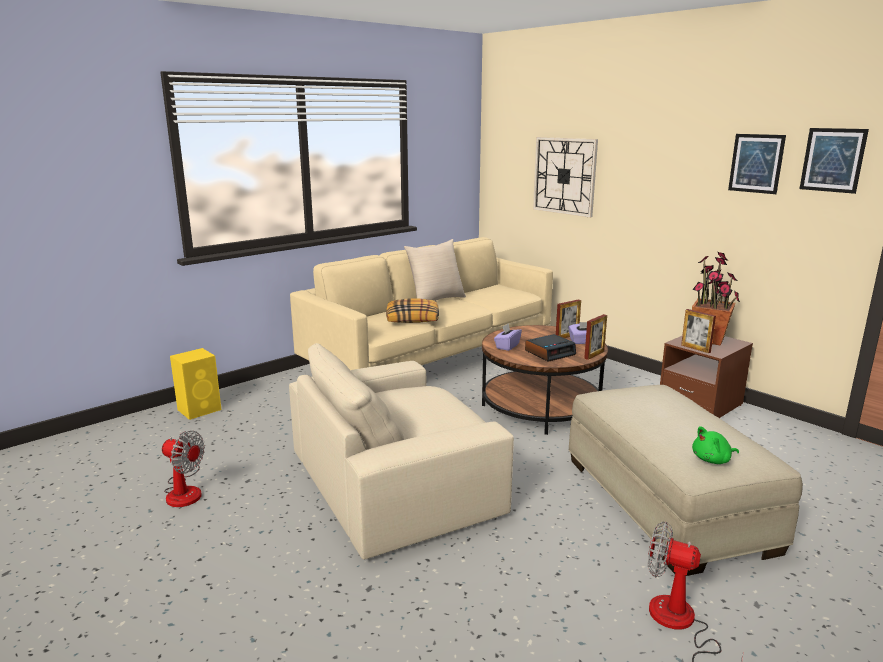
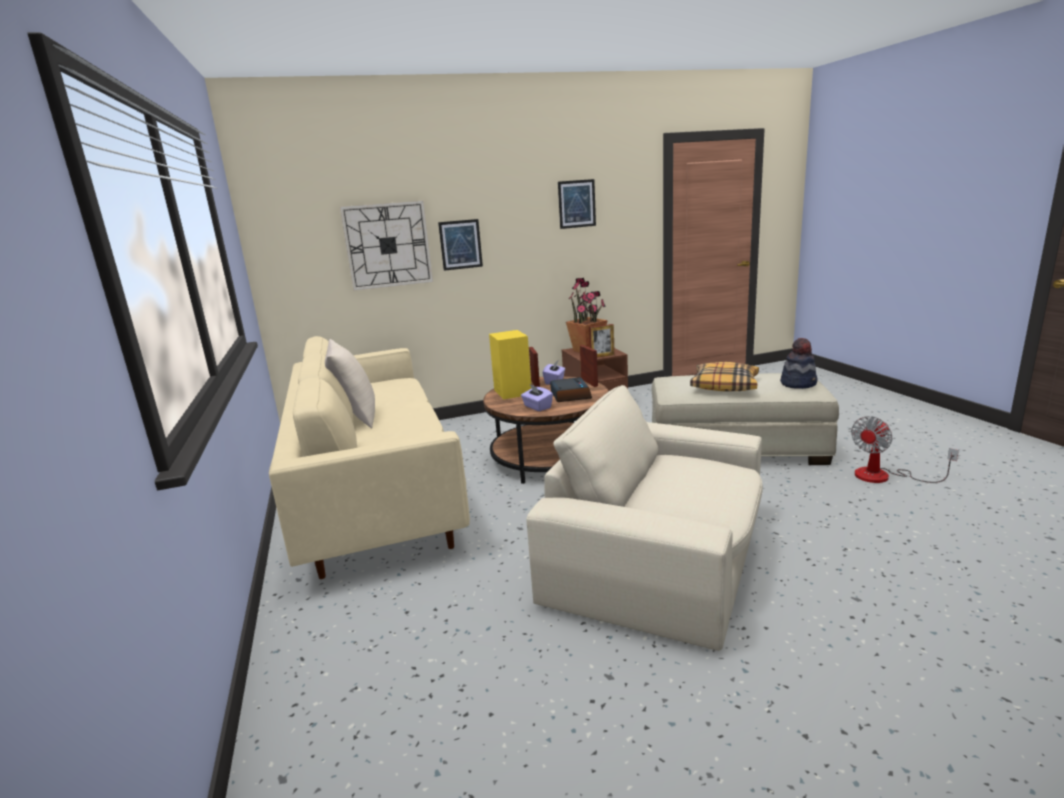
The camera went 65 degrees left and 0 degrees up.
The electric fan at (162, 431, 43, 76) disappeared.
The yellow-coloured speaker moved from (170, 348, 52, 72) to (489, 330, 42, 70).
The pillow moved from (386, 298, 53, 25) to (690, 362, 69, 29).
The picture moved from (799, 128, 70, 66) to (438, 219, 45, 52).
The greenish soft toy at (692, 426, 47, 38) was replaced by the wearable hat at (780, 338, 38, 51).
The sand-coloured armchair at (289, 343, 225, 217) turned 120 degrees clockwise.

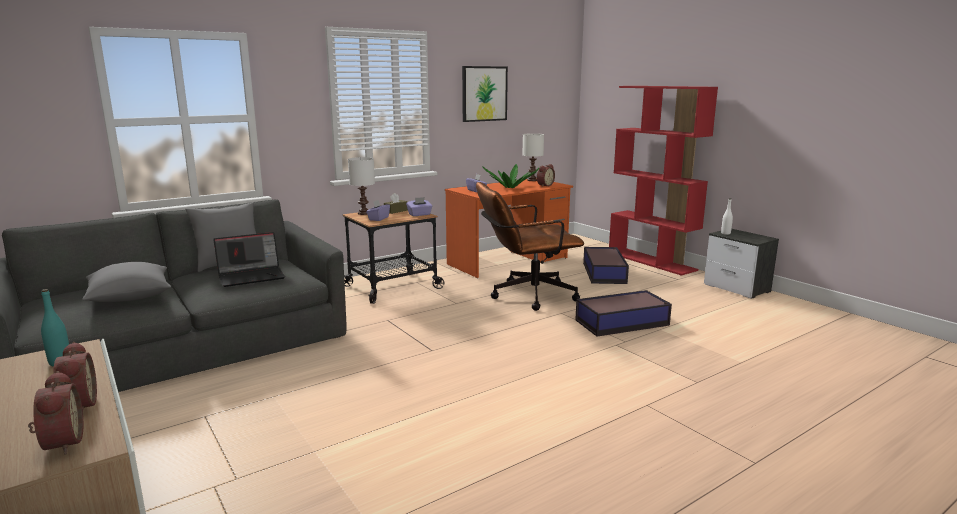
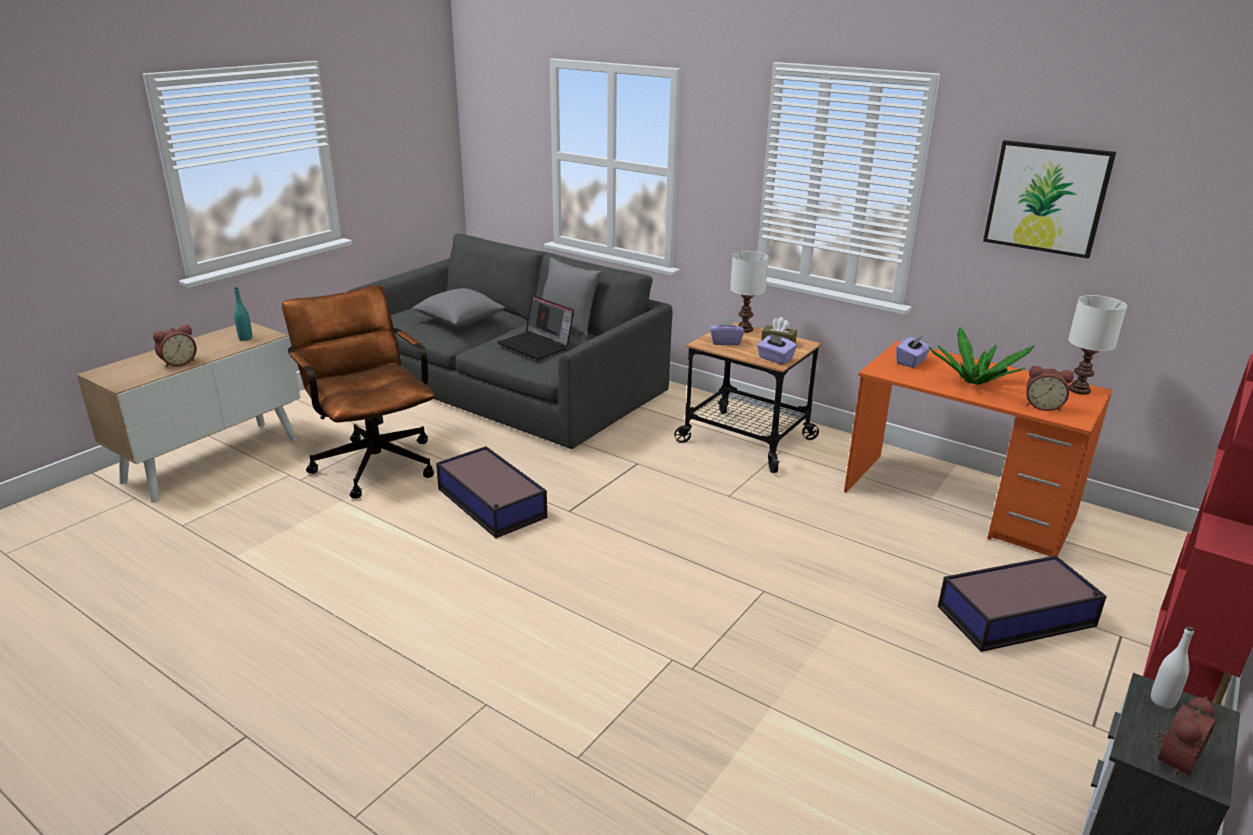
The camera went 70 degrees right and 10 degrees up.
The table clock moved from (28, 371, 55, 84) to (1156, 697, 60, 81).
The brown office chair moved from (476, 182, 108, 129) to (282, 285, 153, 213).
The storage bin moved from (575, 290, 97, 47) to (436, 446, 111, 92).

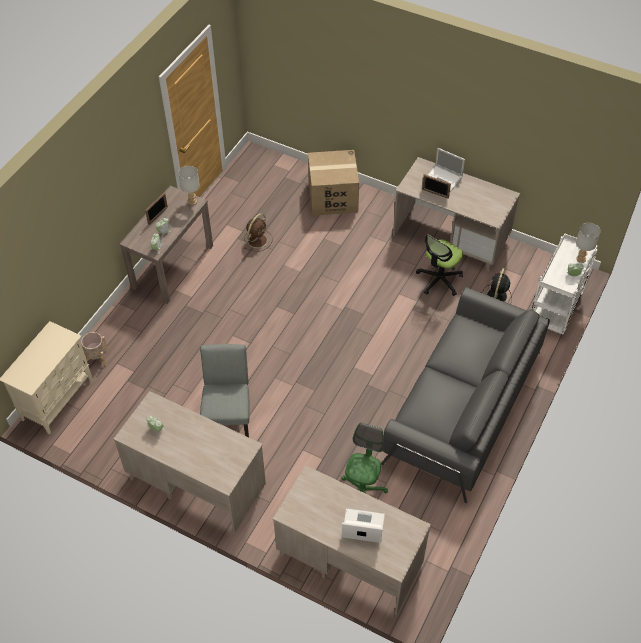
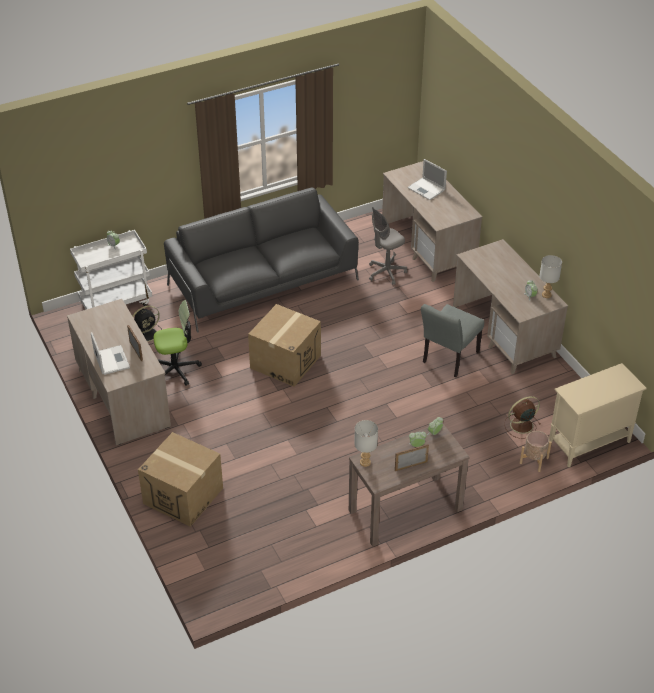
The camera went 145 degrees left and 10 degrees down.
The cardboard box at (248, 304, 73, 83) appeared.
The brown electric fan moved from (244, 213, 29, 39) to (504, 396, 36, 43).
The greyish tabletop lamp moved from (576, 223, 25, 40) to (539, 255, 23, 43).
The greenish office chair at (341, 423, 47, 71) became the greyish office chair at (369, 207, 38, 78).

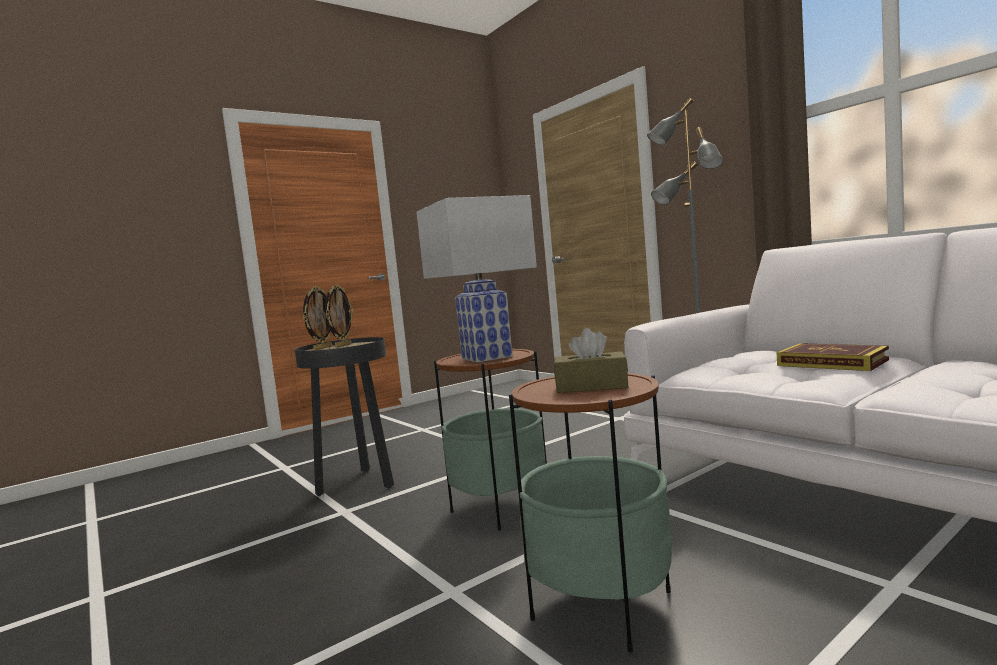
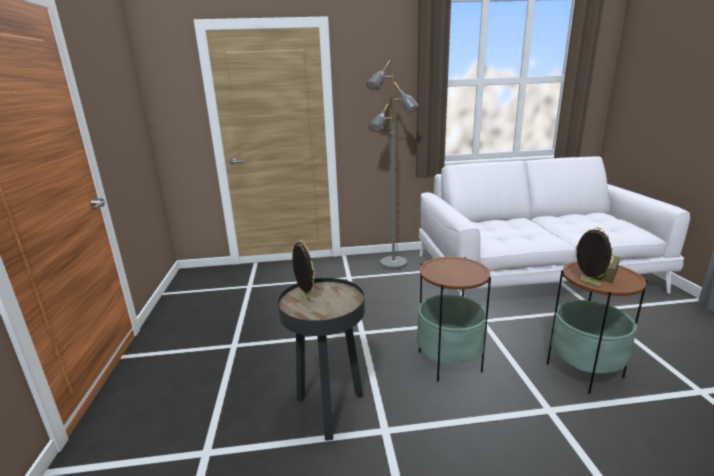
The camera went 60 degrees left and 15 degrees up.
The white-coloured tabletop lamp at (416, 195, 121, 167) disappeared.
The volume at (776, 343, 113, 28) disappeared.
The standing frame moved from (303, 286, 29, 64) to (576, 227, 39, 60).

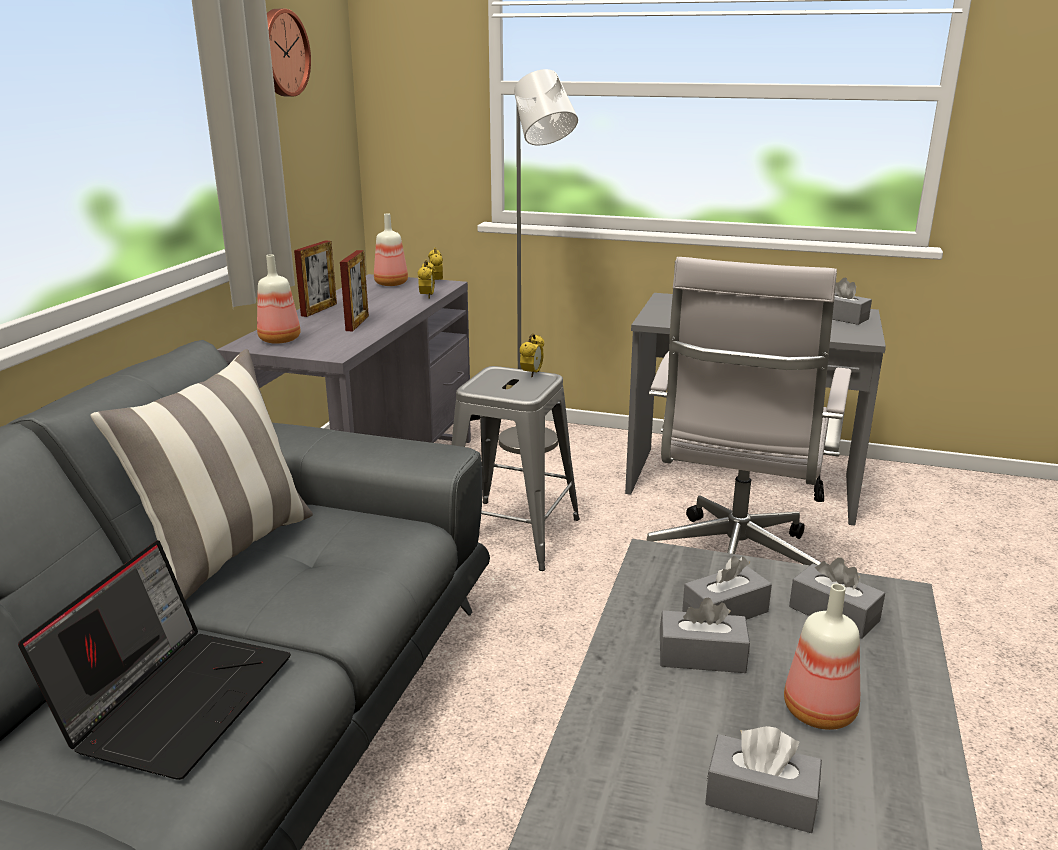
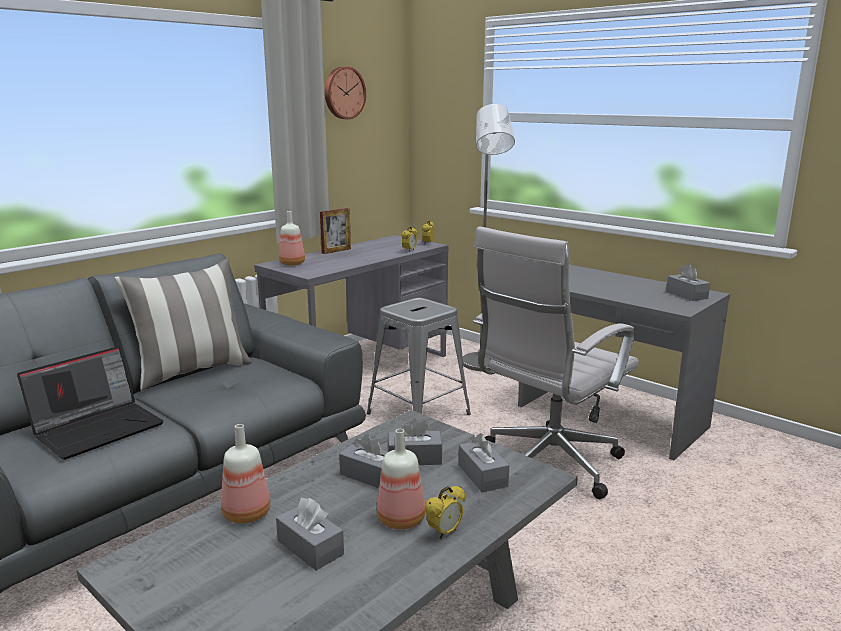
The camera went 25 degrees right and 5 degrees down.
The standing frame at (340, 250, 29, 81) disappeared.
The bottle moved from (374, 214, 34, 72) to (221, 424, 49, 100).
The table clock moved from (520, 333, 24, 44) to (425, 486, 41, 53).

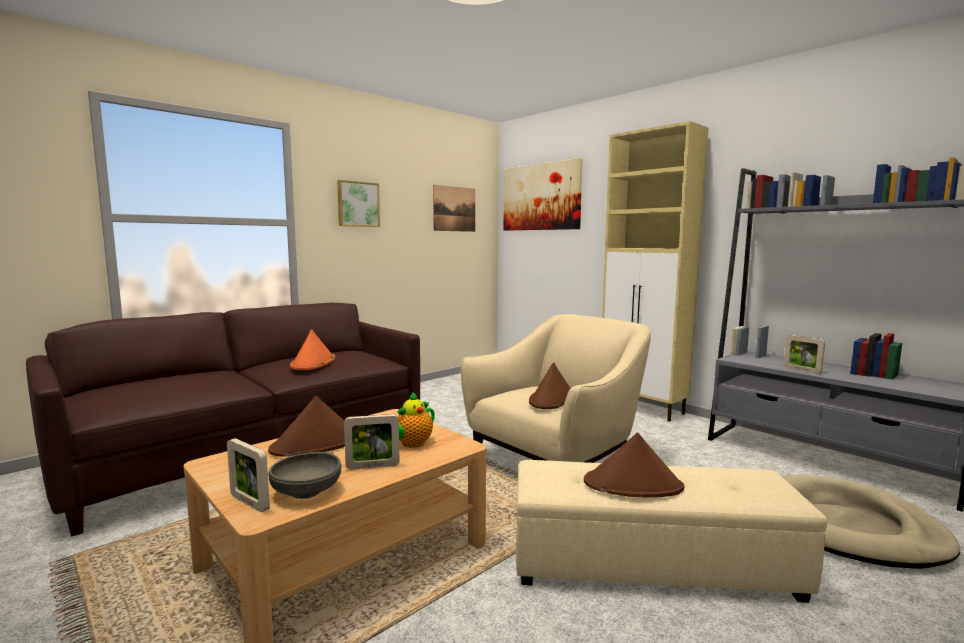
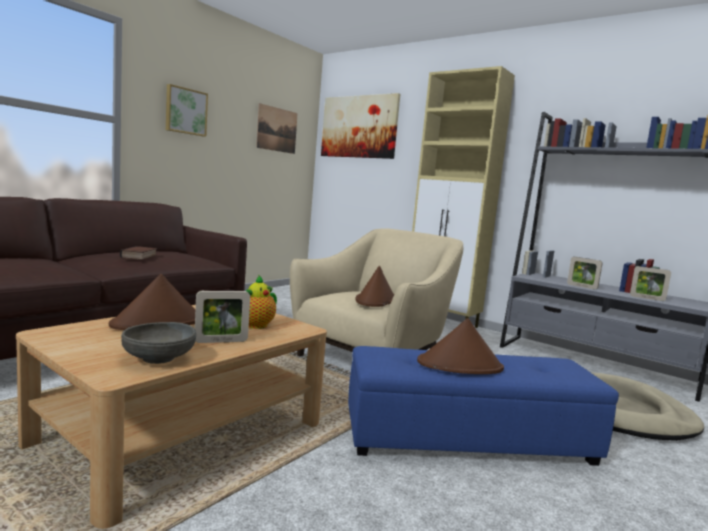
The camera went 10 degrees left and 0 degrees up.
The standing frame moved from (227, 438, 43, 74) to (630, 266, 41, 35).
The orange-coloured wearable hat at (290, 329, 45, 41) was replaced by the volume at (120, 246, 37, 14).
The sand-coloured footrest at (516, 460, 311, 143) became the bluish footrest at (348, 346, 271, 120).

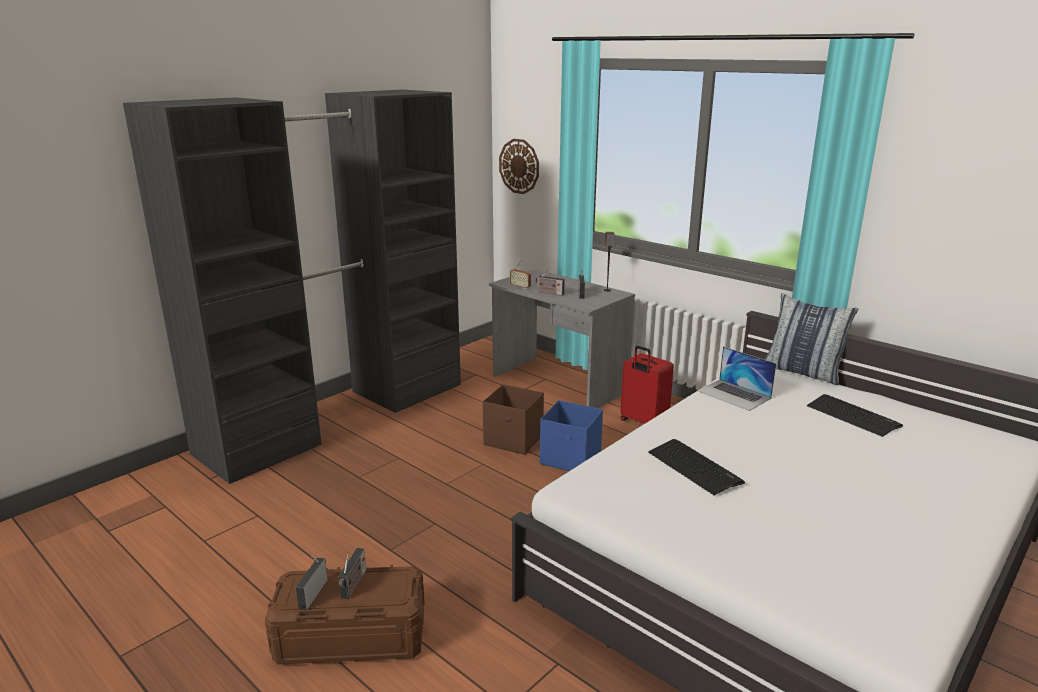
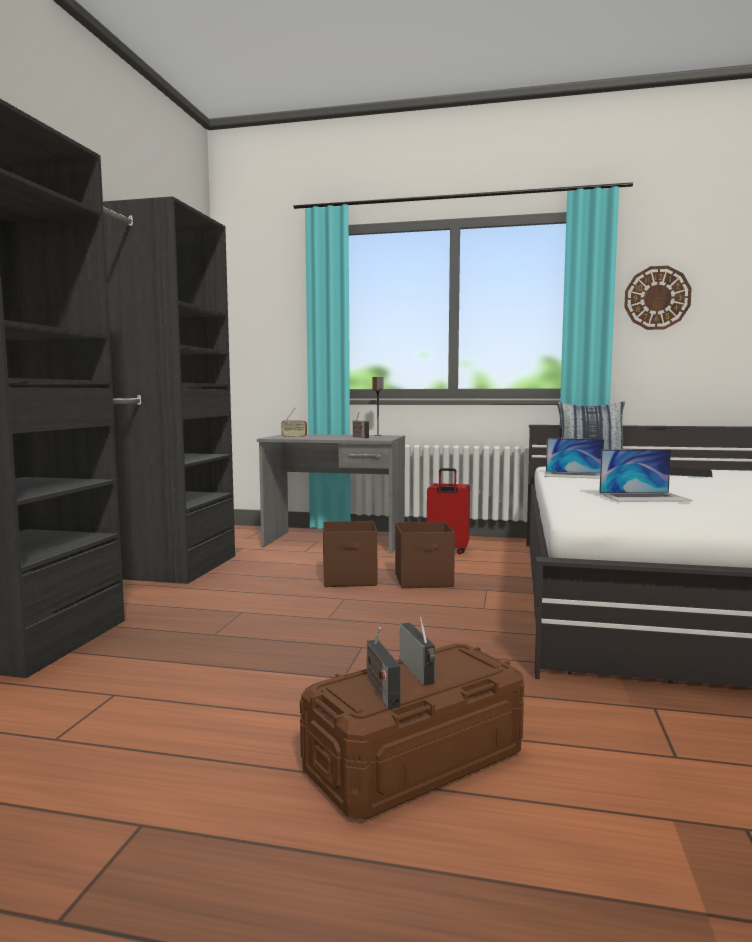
The camera went 30 degrees left and 15 degrees down.
The radio set at (536, 269, 29, 27) disappeared.
The clock on the wall moved from (499, 139, 40, 55) to (624, 266, 68, 64).
The keyboard at (648, 439, 97, 56) was replaced by the laptop at (599, 449, 94, 53).
The bluish storage bin at (540, 400, 63, 71) became the brown storage bin at (395, 521, 60, 67).

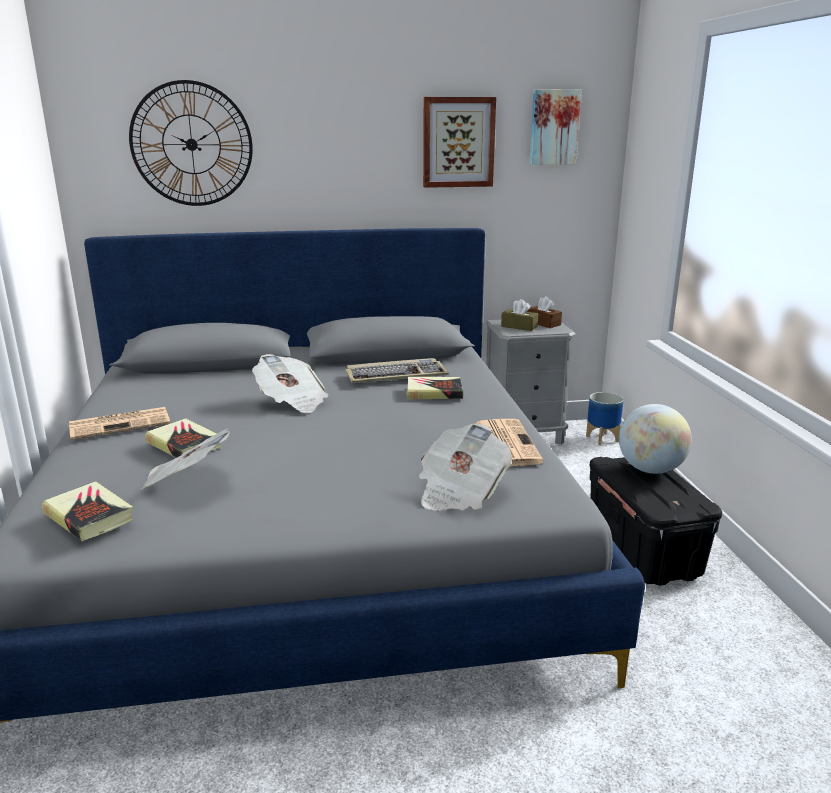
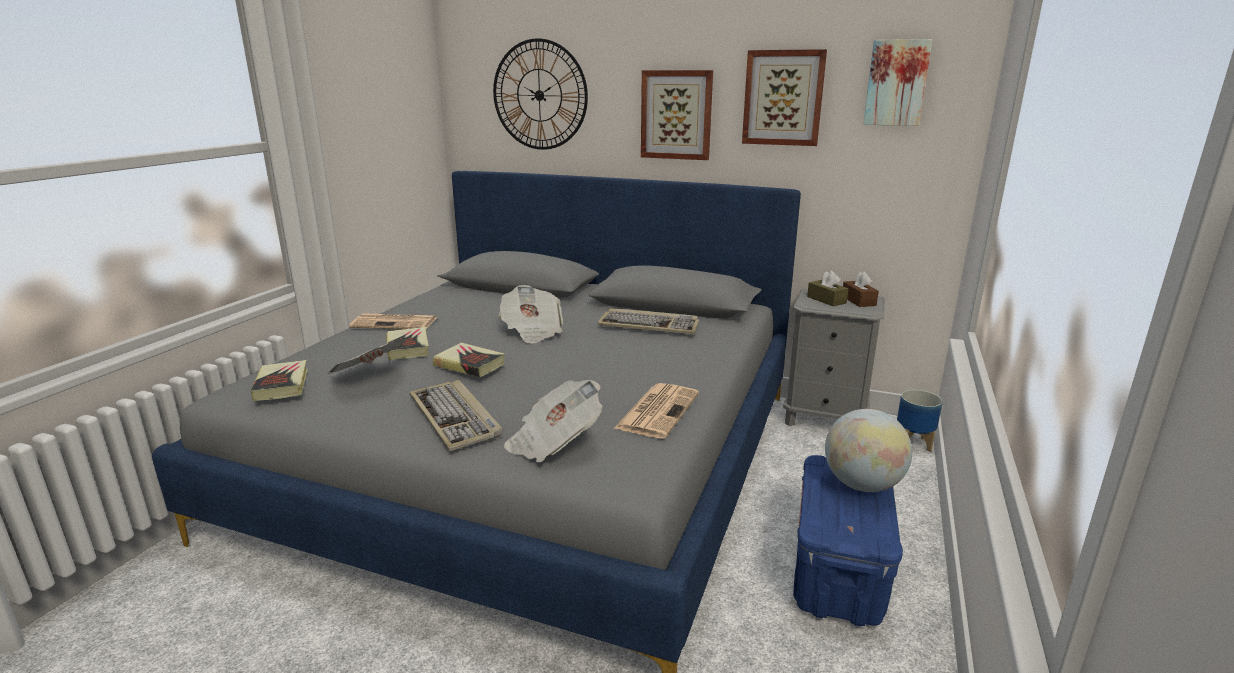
The camera went 30 degrees right and 0 degrees up.
The keyboard at (410, 380, 92, 71) appeared.
The picture at (641, 70, 72, 90) appeared.
The volume moved from (407, 377, 56, 22) to (433, 343, 72, 34).
The black storage bin at (589, 457, 133, 129) became the bluish storage bin at (793, 455, 110, 172).

